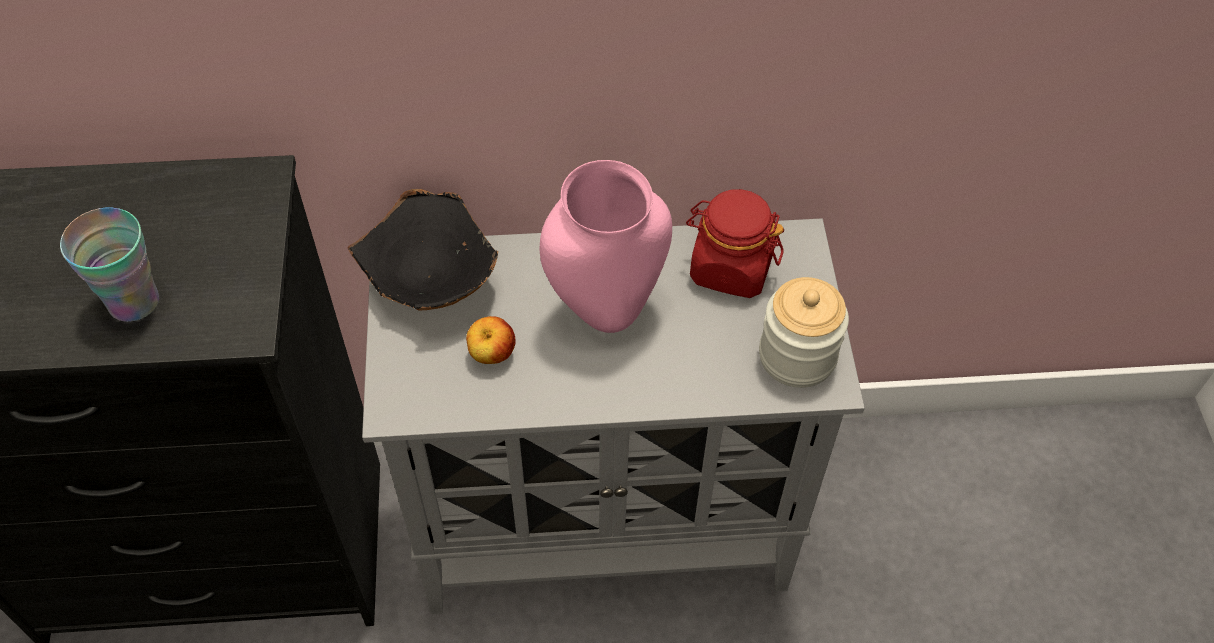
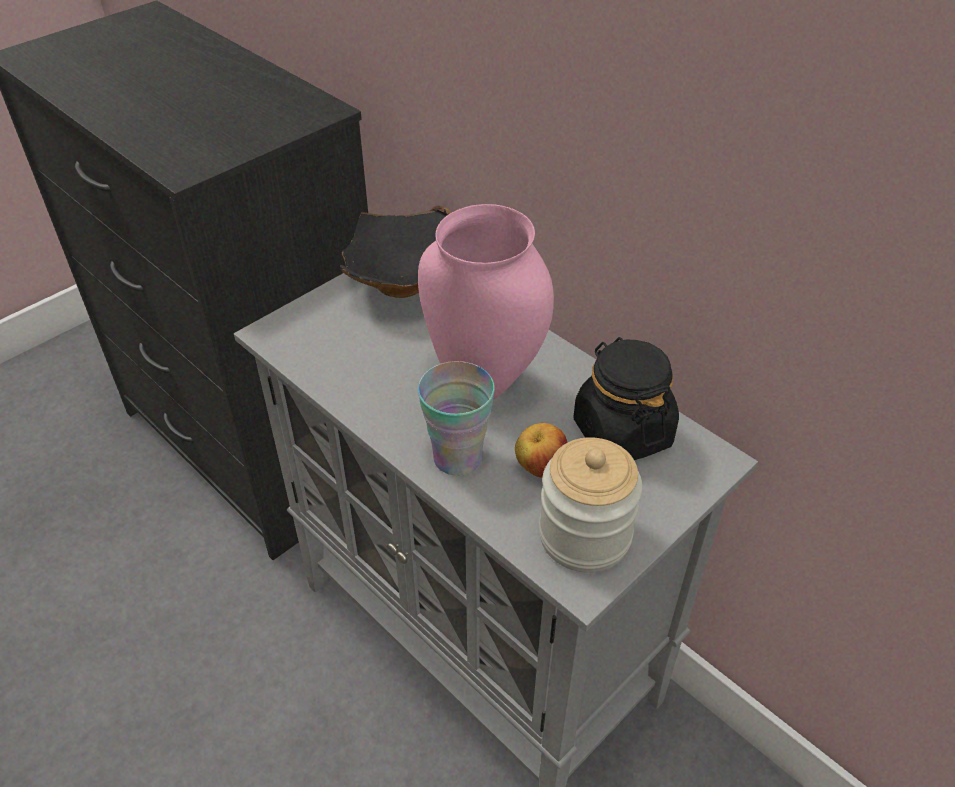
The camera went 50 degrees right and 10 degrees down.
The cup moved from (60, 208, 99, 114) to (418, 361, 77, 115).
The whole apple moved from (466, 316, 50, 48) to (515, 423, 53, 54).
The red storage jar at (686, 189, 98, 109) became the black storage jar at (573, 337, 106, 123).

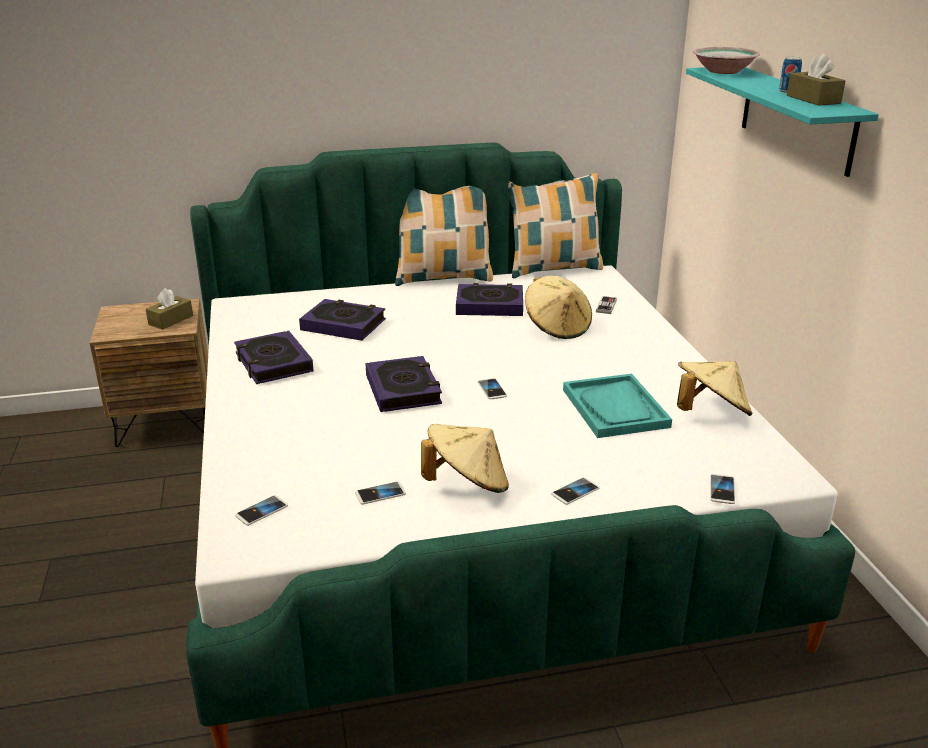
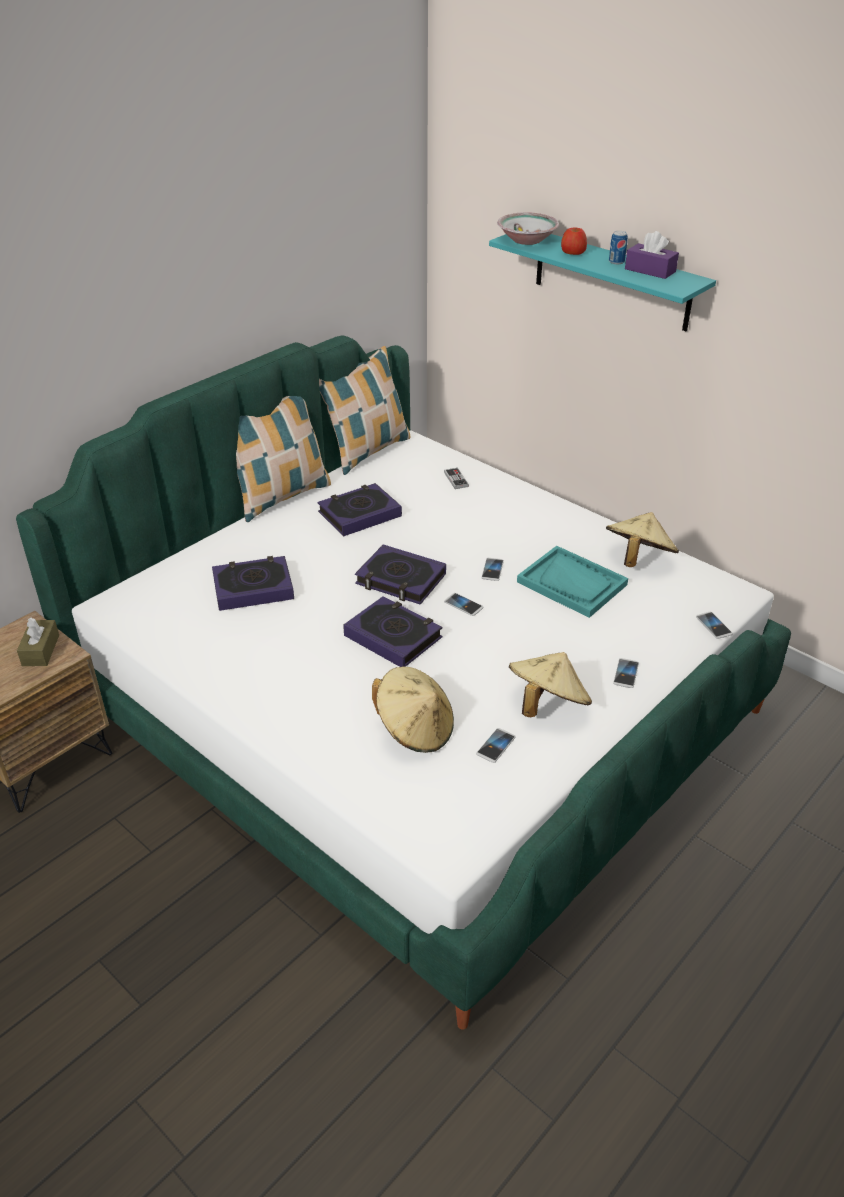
The camera went 35 degrees left and 10 degrees up.
The whole apple at (561, 227, 26, 28) appeared.
The volume moved from (234, 331, 80, 53) to (355, 545, 91, 60).
The phone moved from (235, 495, 53, 31) to (481, 558, 23, 23).
The sand-coloured wearable hat moved from (525, 276, 67, 63) to (372, 666, 82, 87).
The brown tissue holder at (787, 54, 58, 52) became the purplish tissue holder at (625, 231, 54, 48).

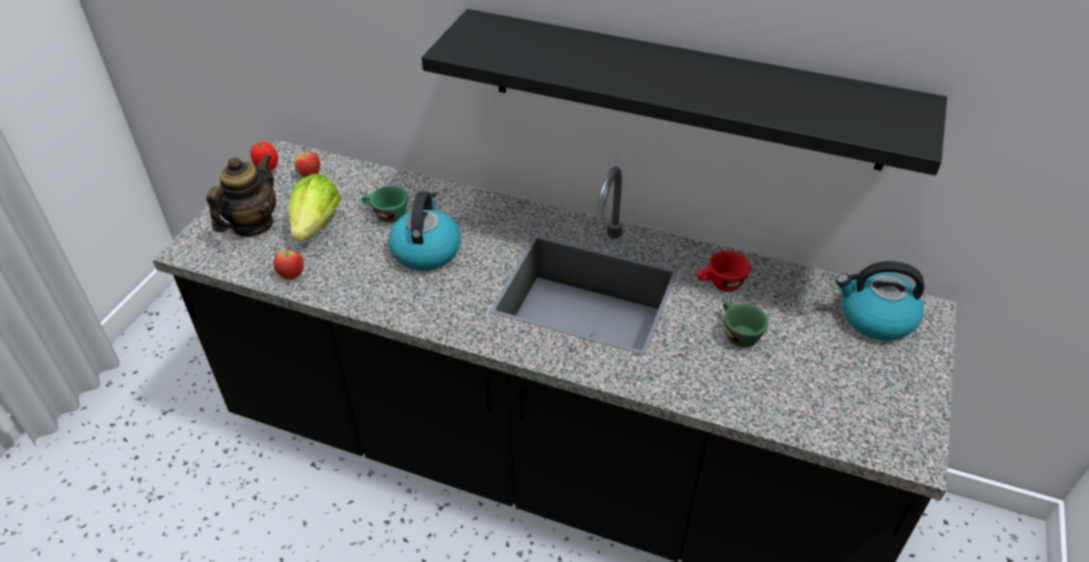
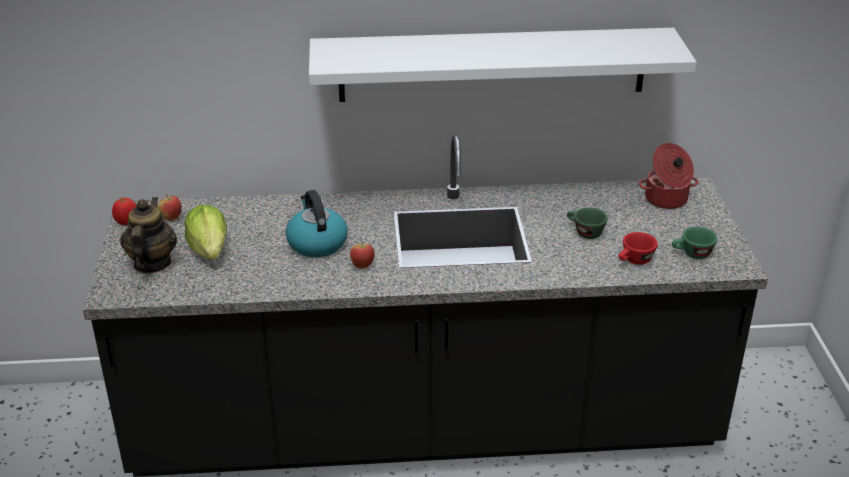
The camera went 25 degrees left and 10 degrees down.
The whole apple moved from (273, 248, 31, 32) to (350, 240, 25, 29).
The greenish cup moved from (362, 186, 46, 37) to (672, 227, 46, 32).
The red cup moved from (697, 251, 54, 40) to (619, 232, 39, 33).
The kettle at (836, 261, 89, 80) was replaced by the saucepot at (639, 143, 60, 66).
The black wall shelf at (422, 9, 525, 167) became the white-coloured wall shelf at (309, 28, 388, 74).

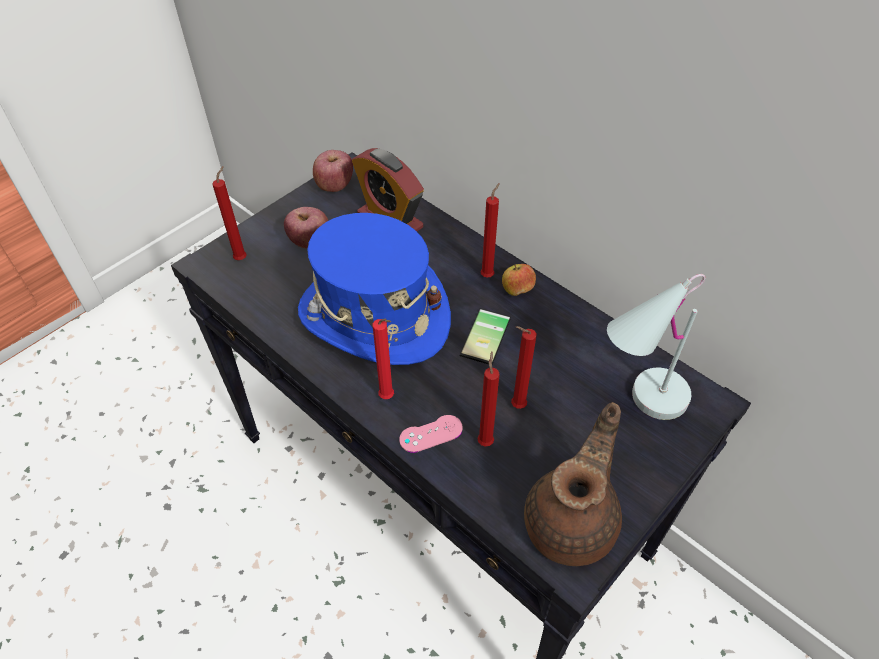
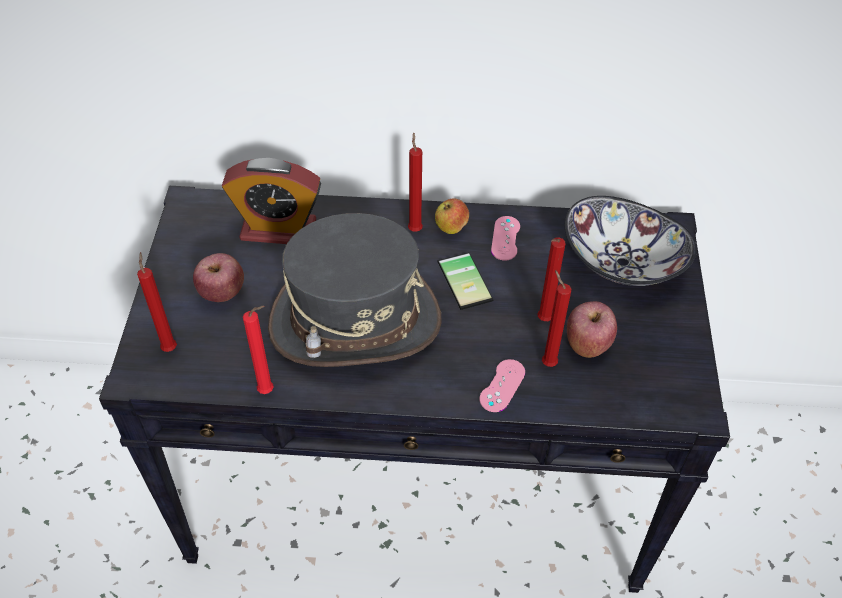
The camera went 40 degrees left and 0 degrees up.
The brown pot for tea at (524, 402, 98, 164) disappeared.
The pinkish joypad at (491, 216, 29, 44) appeared.
The whole apple moved from (313, 150, 40, 42) to (567, 301, 50, 57).
The red wax candle moved from (373, 319, 21, 80) to (243, 306, 31, 88).
The white-coloured tabletop lamp at (607, 274, 98, 146) was replaced by the serving bowl at (565, 196, 132, 90).
The bluish wearable hat at (298, 213, 153, 152) became the greyish wearable hat at (268, 213, 174, 154).

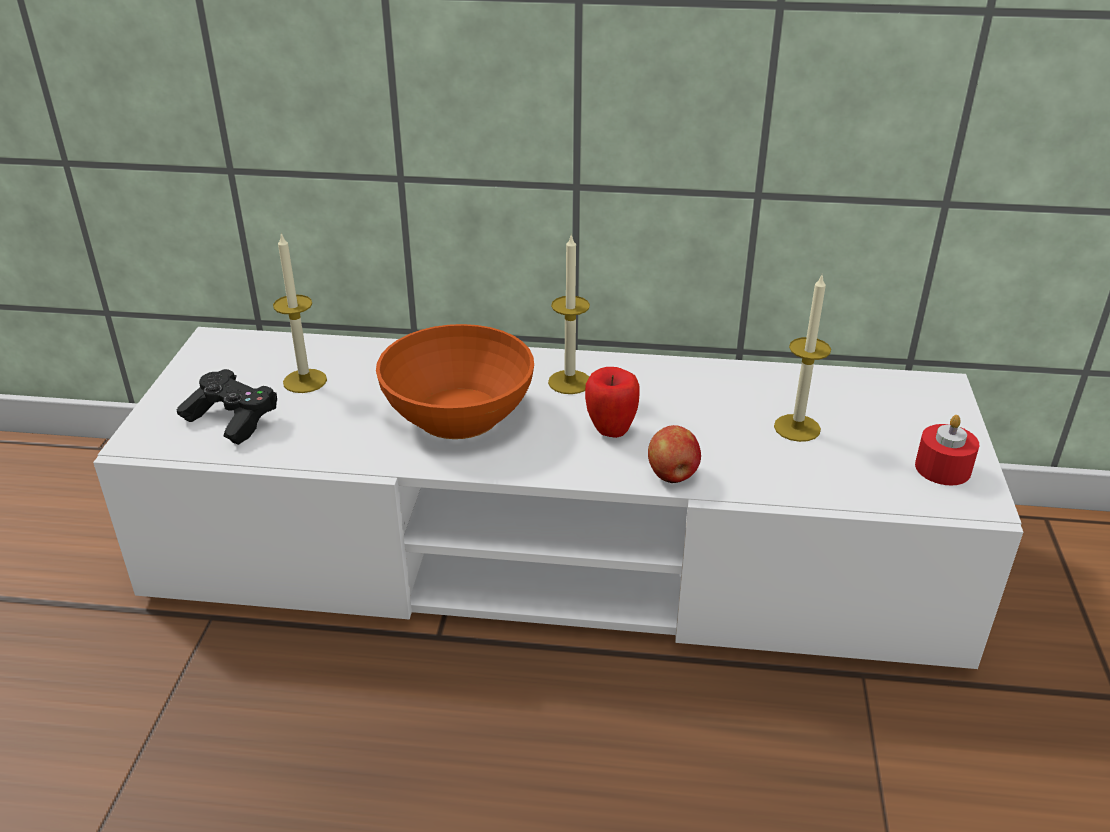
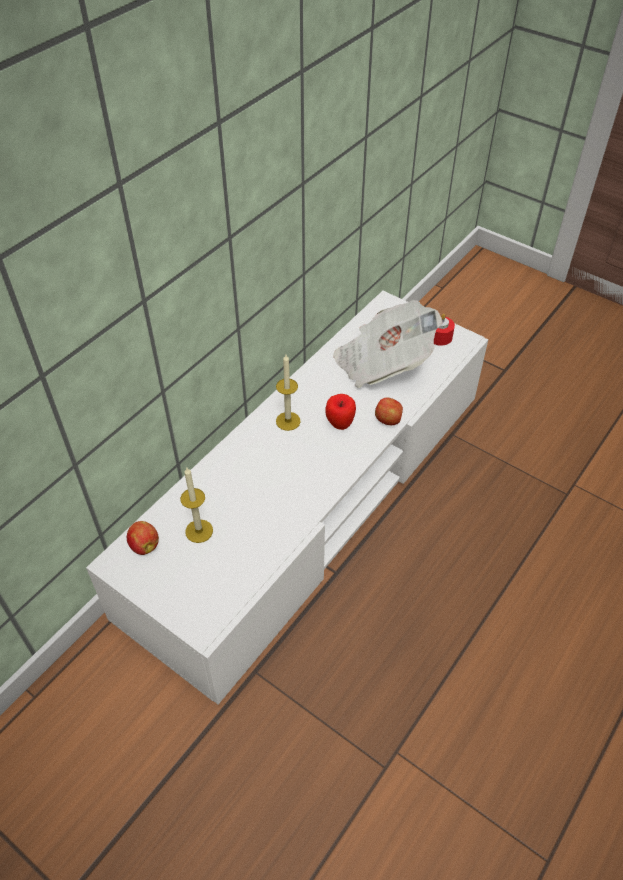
The camera went 60 degrees left and 15 degrees up.
The black joypad at (177, 369, 100, 76) disappeared.
The orange-coloured serving bowl at (376, 324, 158, 115) disappeared.
The whole apple at (127, 521, 32, 34) appeared.
The wax candle at (774, 275, 57, 167) was replaced by the newspaper at (333, 300, 110, 88).

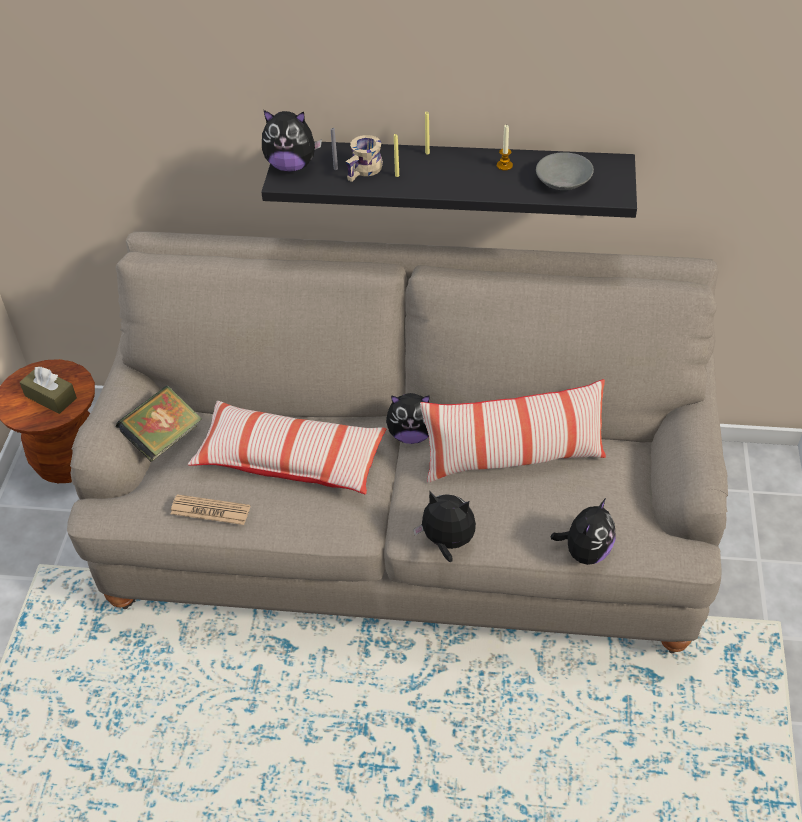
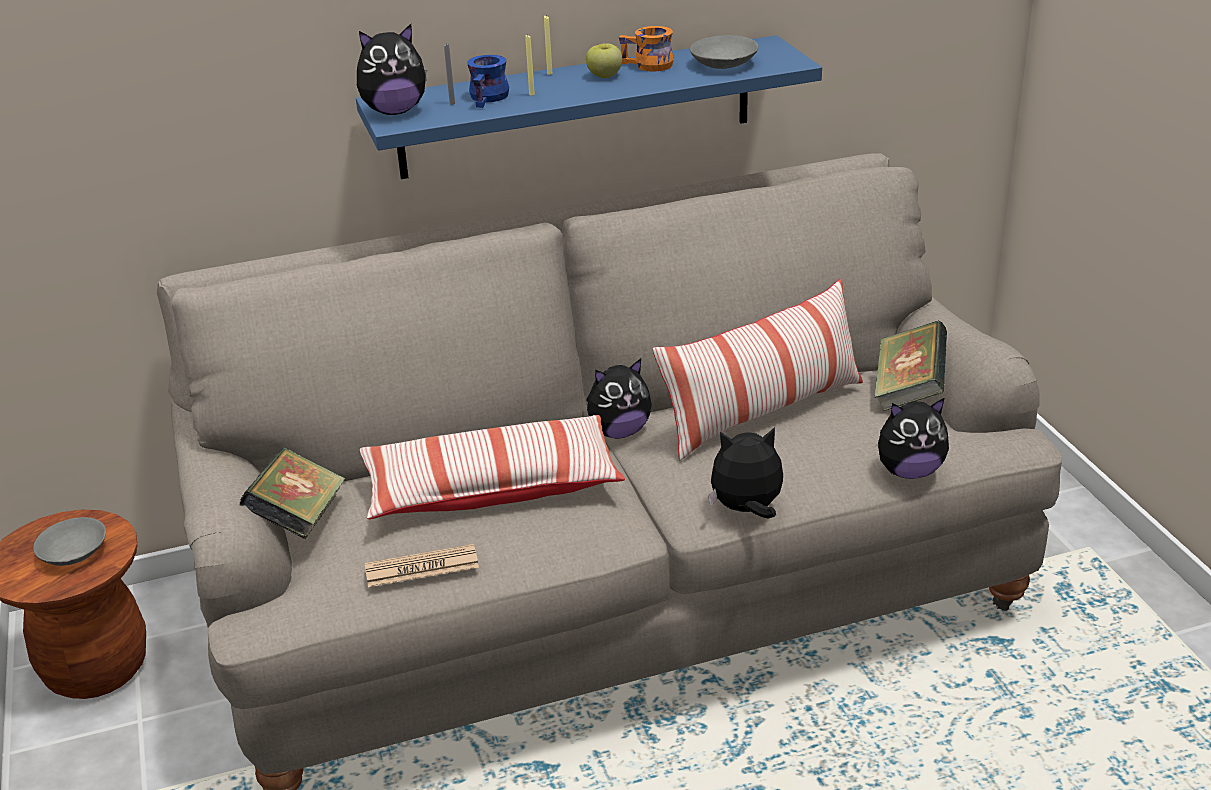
The camera went 25 degrees left and 15 degrees down.
The whole apple at (586, 43, 36, 35) appeared.
The volume at (874, 321, 73, 90) appeared.
The brown tissue holder at (20, 367, 57, 47) was replaced by the greyish serving bowl at (33, 517, 73, 49).
The wax candle at (497, 125, 16, 46) was replaced by the orange-coloured mug at (619, 26, 55, 46).
The black wall shelf at (261, 141, 376, 77) became the bluish wall shelf at (356, 35, 466, 144).
The sand-coloured mug at (346, 135, 37, 47) became the bluish mug at (467, 55, 42, 53).
The soft toy at (550, 498, 66, 67) turned 75 degrees clockwise.

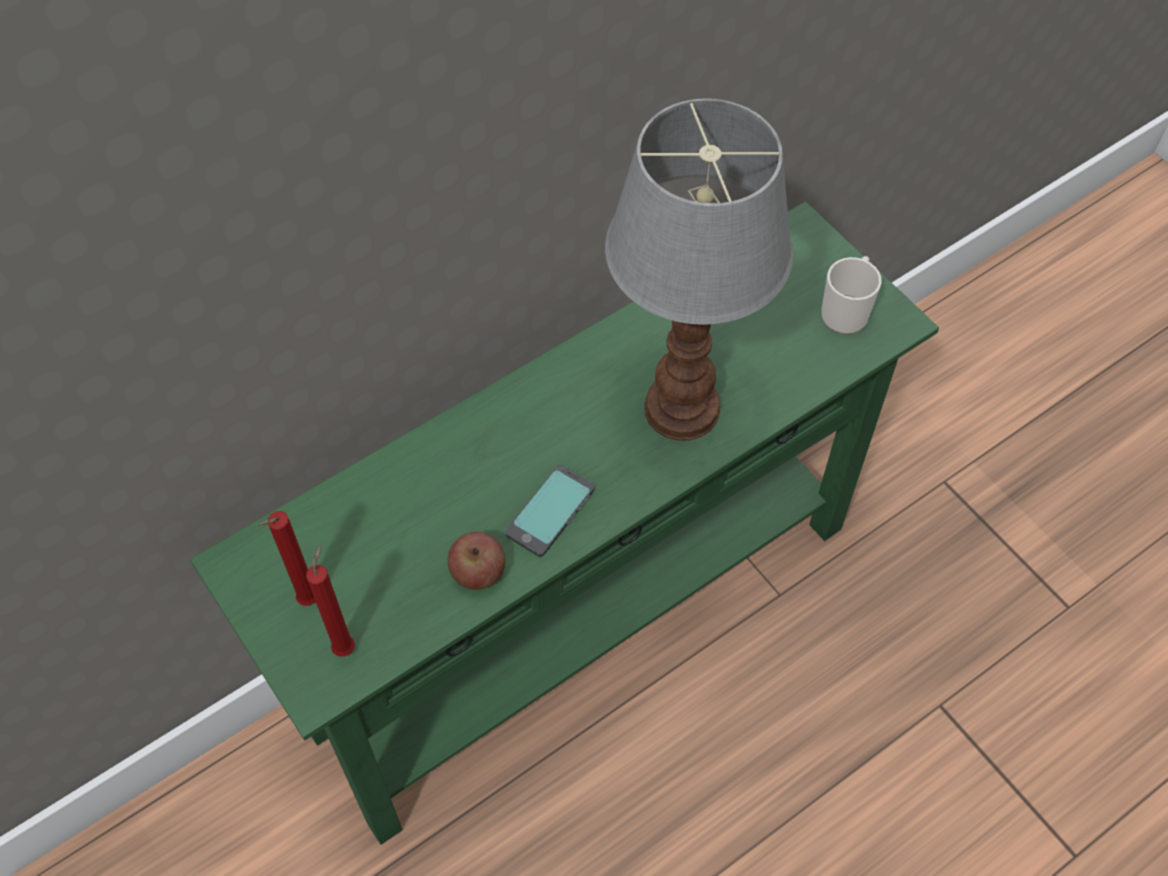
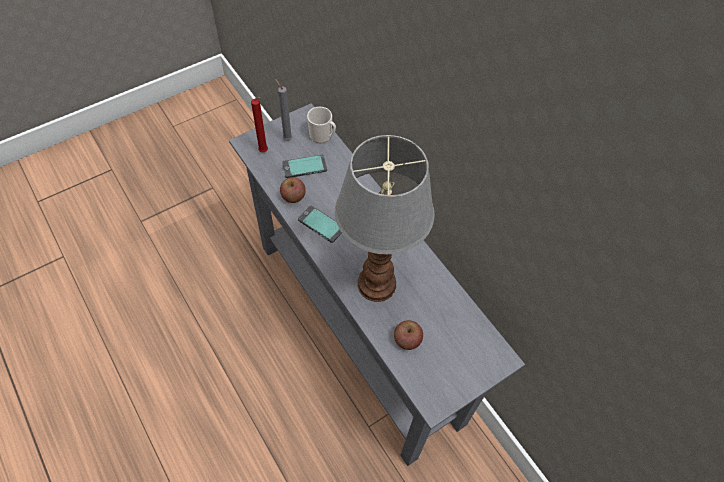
The camera went 90 degrees right and 0 degrees up.
The phone at (282, 155, 45, 23) appeared.
The whole apple at (394, 320, 29, 30) appeared.
The mug moved from (821, 256, 61, 78) to (307, 107, 29, 36).
The greenish console table at (190, 202, 749, 643) became the greyish console table at (229, 103, 296, 363).
The red wax candle at (258, 511, 58, 95) became the greyish wax candle at (275, 79, 17, 62).

